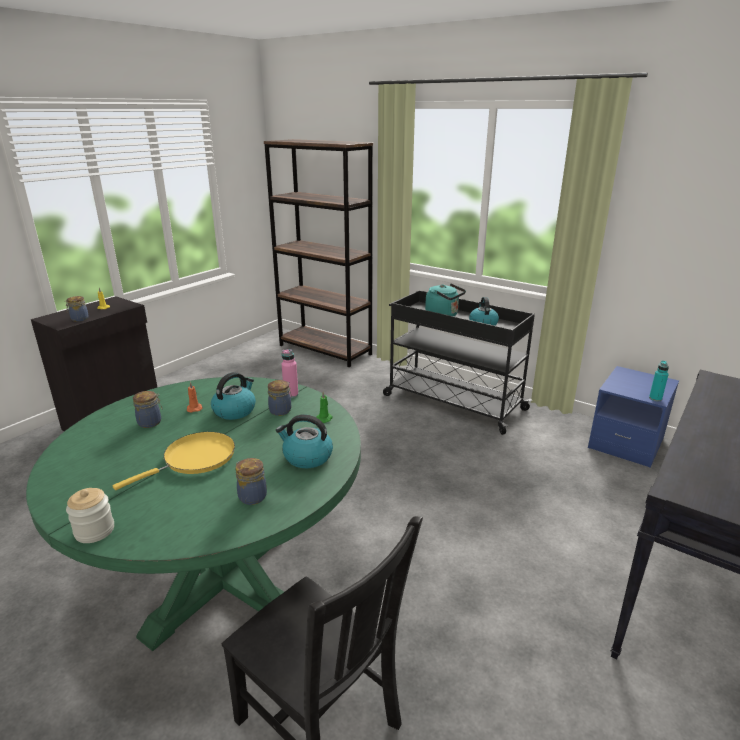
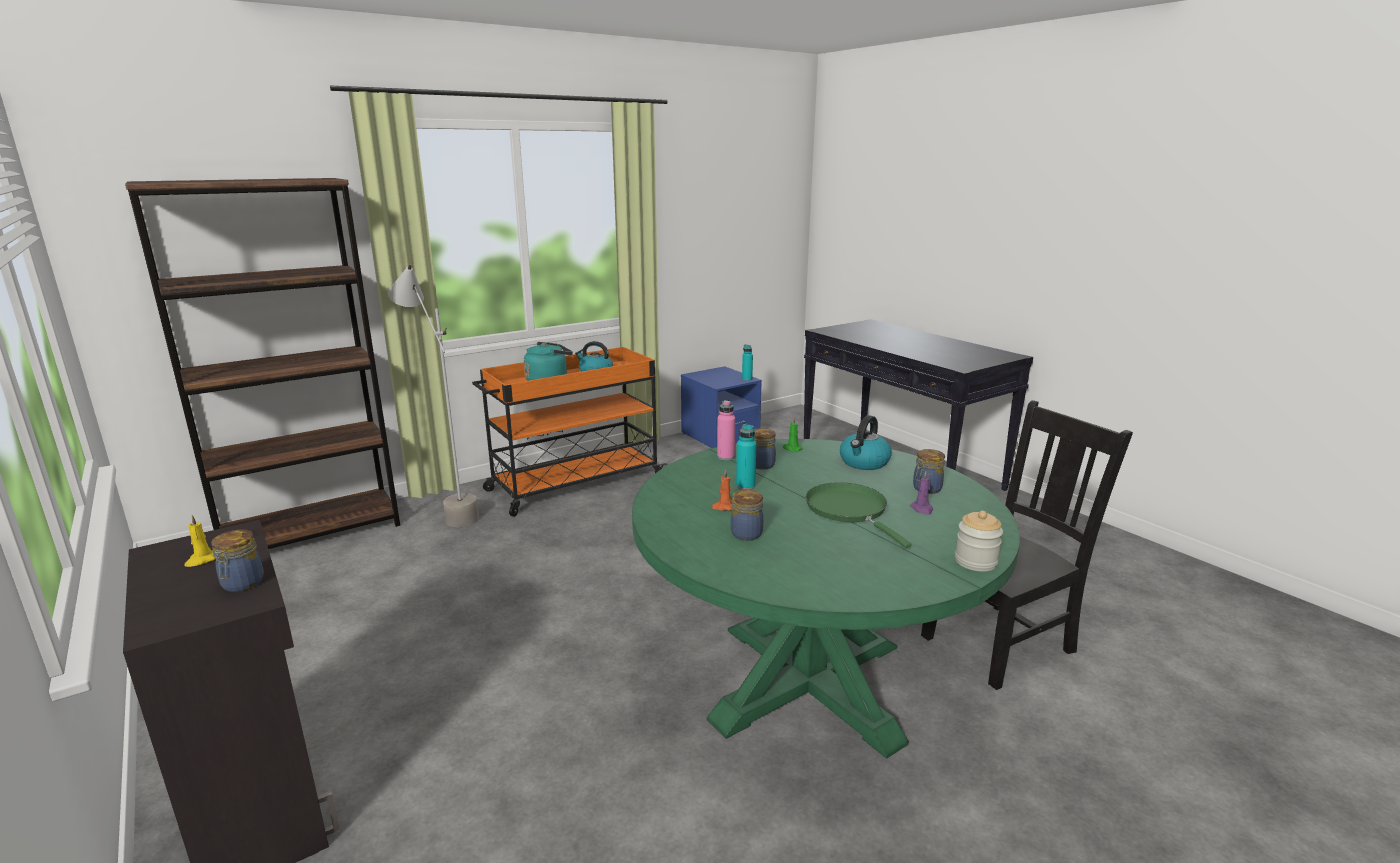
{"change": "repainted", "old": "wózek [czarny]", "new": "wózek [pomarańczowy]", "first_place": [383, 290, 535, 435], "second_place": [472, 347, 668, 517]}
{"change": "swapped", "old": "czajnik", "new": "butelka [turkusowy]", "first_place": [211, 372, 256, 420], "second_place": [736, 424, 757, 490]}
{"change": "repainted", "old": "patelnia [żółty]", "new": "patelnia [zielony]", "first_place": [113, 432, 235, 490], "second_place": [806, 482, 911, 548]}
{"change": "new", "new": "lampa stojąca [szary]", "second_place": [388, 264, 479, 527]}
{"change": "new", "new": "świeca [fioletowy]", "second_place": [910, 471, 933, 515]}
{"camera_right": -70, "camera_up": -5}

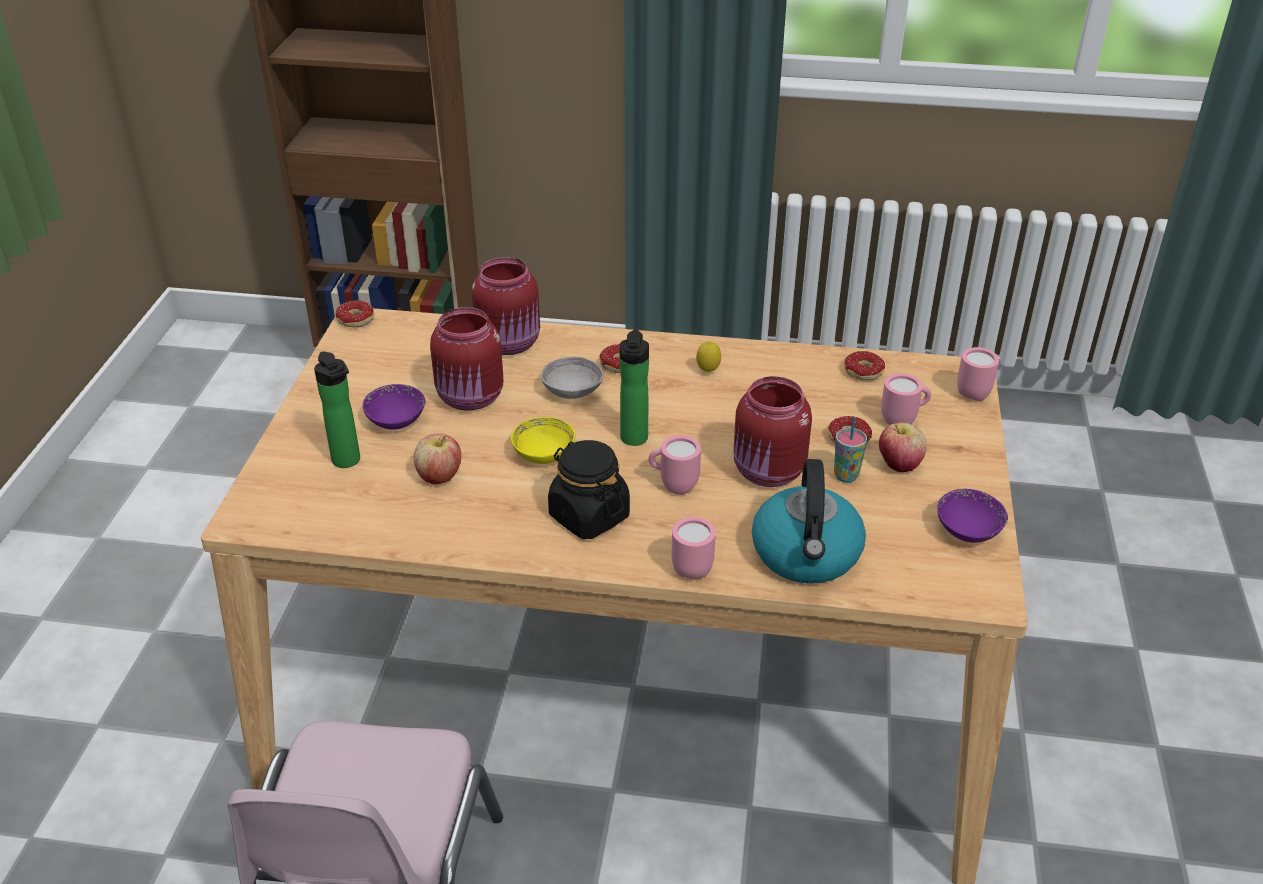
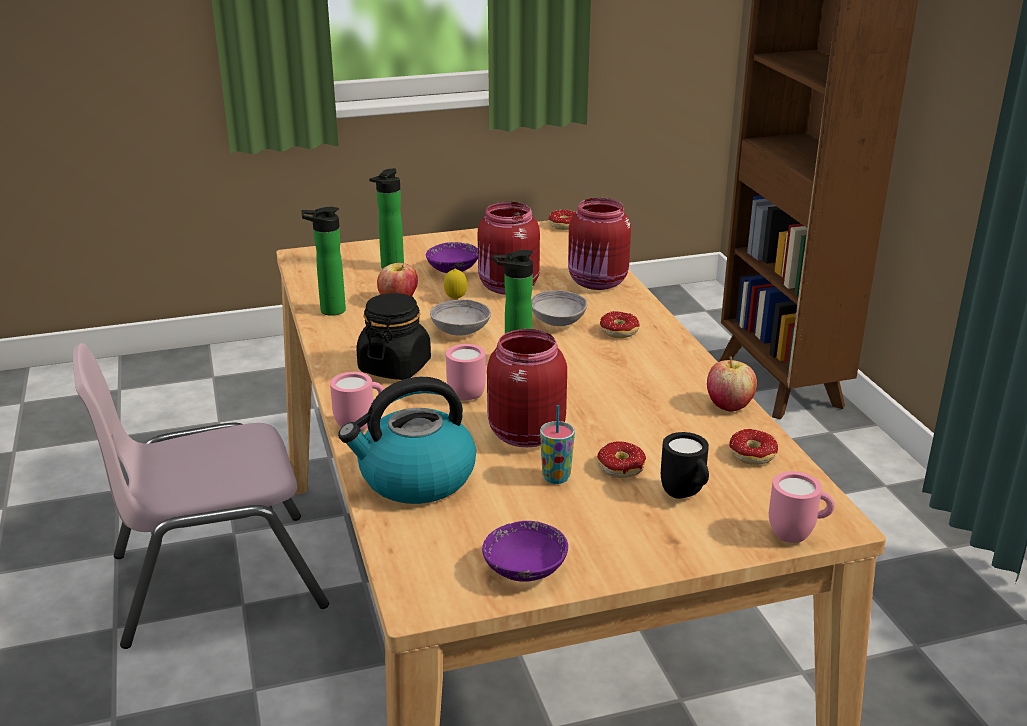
{"change": "shifted", "old": "cytryna", "first_place": [696, 341, 721, 372], "second_place": [444, 269, 467, 300]}
{"change": "repainted", "old": "kubek [różowy]", "new": "kubek [czarny]", "first_place": [881, 373, 931, 425], "second_place": [661, 432, 709, 499]}
{"change": "repainted", "old": "miska [żółty]", "new": "miska [szary]", "first_place": [511, 417, 576, 464], "second_place": [430, 299, 491, 336]}
{"change": "shifted", "old": "jabłko", "first_place": [879, 422, 927, 473], "second_place": [707, 357, 757, 412]}
{"change": "new", "new": "butelka", "second_place": [301, 207, 346, 316]}
{"camera_right": 65, "camera_up": -10}

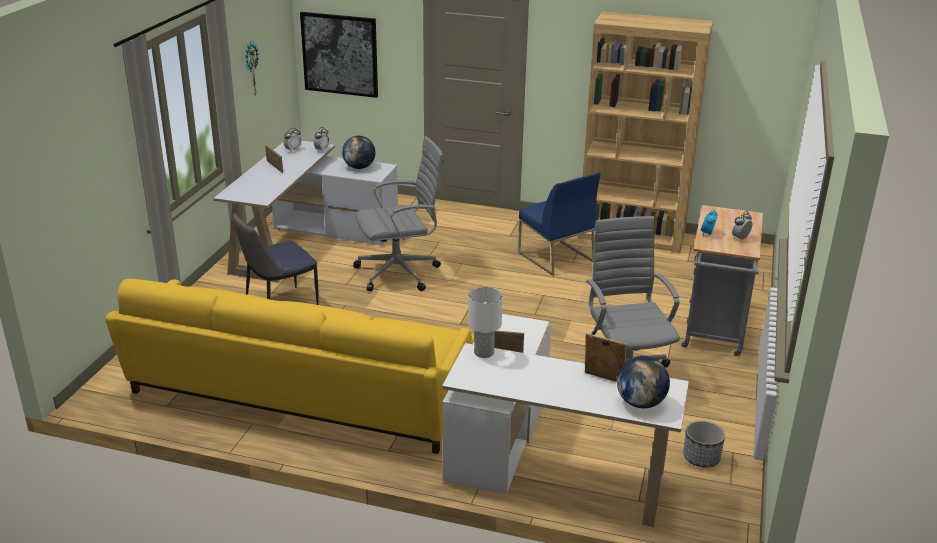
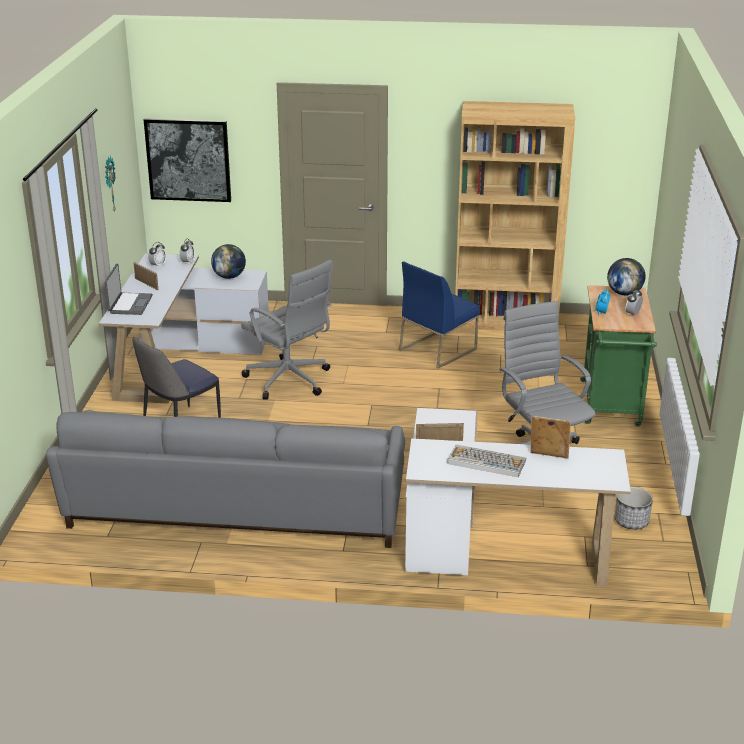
{"change": "rotated", "old": "krzesło biurowe [szary]", "first_place": [353, 136, 444, 291], "second_place": [241, 260, 333, 400], "degrees": 75}
{"change": "rotated", "old": "krzesło [niebieski]", "first_place": [518, 172, 601, 276], "second_place": [399, 261, 480, 369], "degrees": 90}
{"change": "repainted", "old": "wózek [szary]", "new": "wózek [zielony]", "first_place": [681, 205, 763, 356], "second_place": [580, 285, 657, 427]}
{"change": "repainted", "old": "kanapa [żółty]", "new": "kanapa [szary]", "first_place": [105, 279, 474, 454], "second_place": [46, 410, 405, 548]}
{"change": "gone", "old": "lampa stołowa [biały]", "first_place": [468, 287, 503, 358]}
{"change": "shifted", "old": "globus", "first_place": [617, 356, 670, 408], "second_place": [607, 258, 646, 295]}
{"change": "new", "new": "laptop", "second_place": [105, 263, 153, 315]}
{"change": "new", "new": "klawiatura", "second_place": [447, 444, 526, 477]}
{"camera_right": -10, "camera_up": 0}

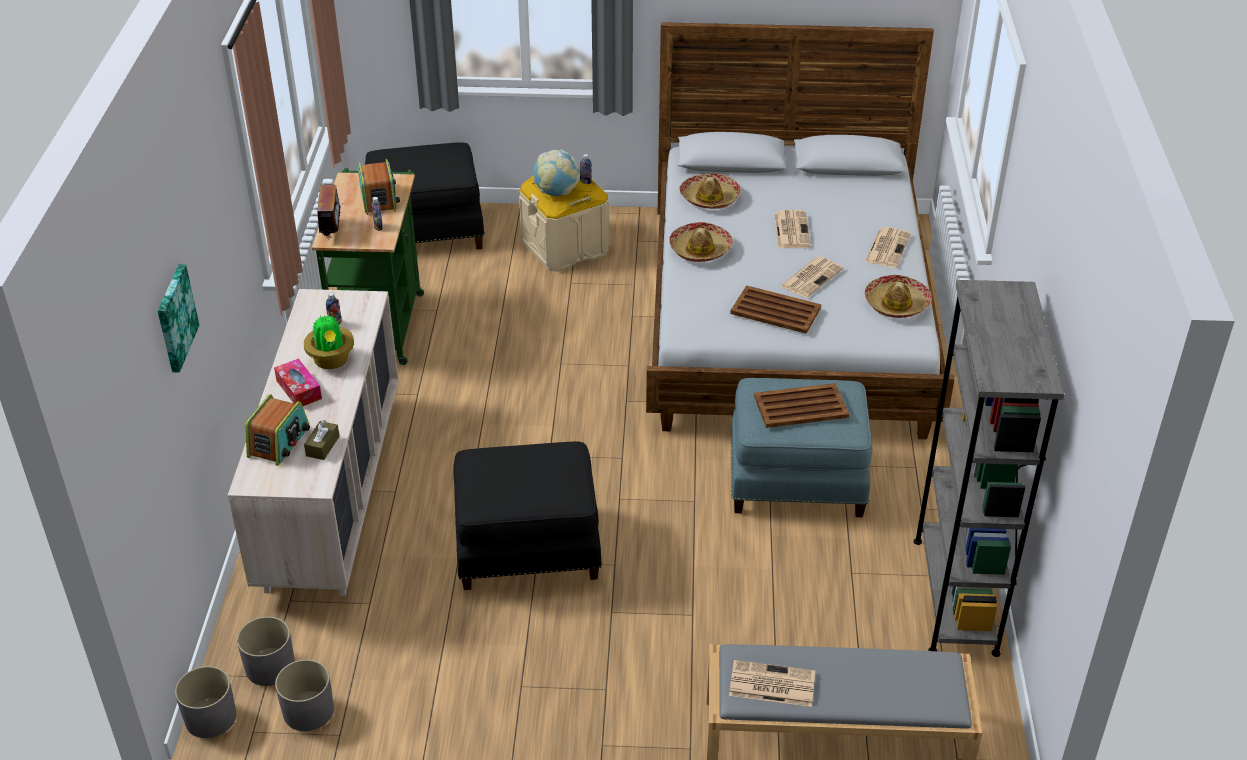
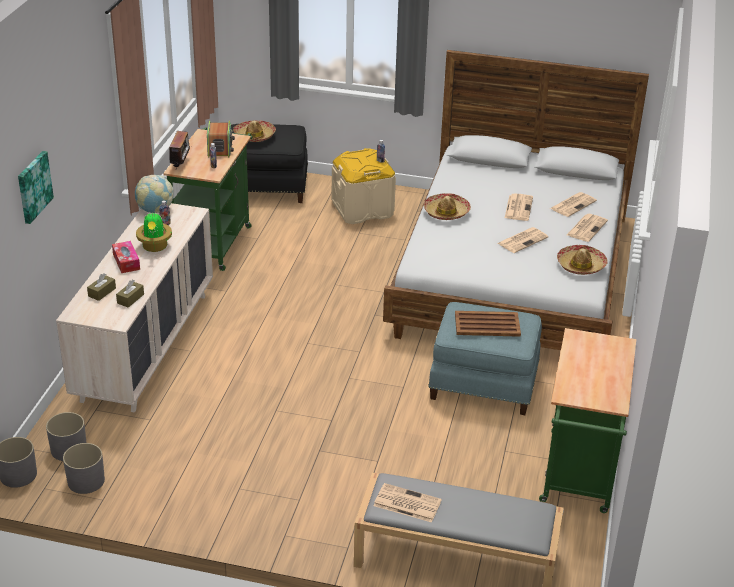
{"change": "shifted", "old": "globus", "first_place": [533, 150, 580, 196], "second_place": [135, 175, 174, 213]}
{"change": "shifted", "old": "kapelusz", "first_place": [679, 173, 741, 209], "second_place": [233, 120, 276, 142]}
{"change": "swapped", "old": "regał [szary]", "new": "wózek [zielony]", "first_place": [914, 280, 1064, 657], "second_place": [539, 328, 636, 513]}
{"change": "gone", "old": "taca [brązowy]", "first_place": [730, 285, 821, 334]}
{"change": "swapped", "old": "radio", "new": "pudełko chusteczek [brązowy]", "first_place": [245, 394, 310, 466], "second_place": [87, 273, 116, 301]}
{"change": "gone", "old": "pufa [czarny]", "first_place": [453, 442, 602, 590]}
{"change": "new", "new": "gazeta", "second_place": [550, 192, 597, 217]}
{"camera_right": 10, "camera_up": -5}

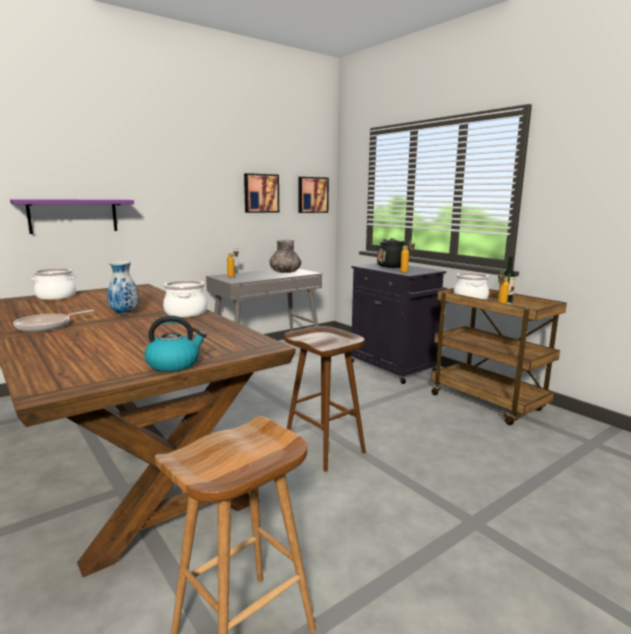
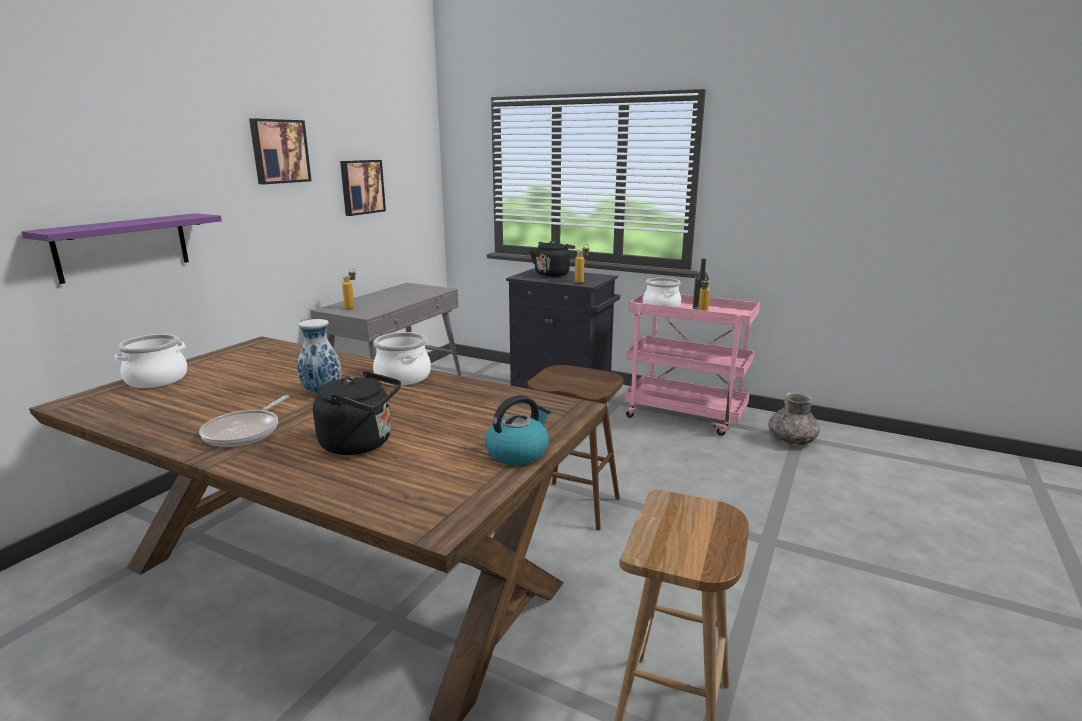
{"change": "shifted", "old": "obraz", "first_place": [298, 177, 329, 213], "second_place": [249, 118, 312, 184]}
{"change": "shifted", "old": "wazon [szary]", "first_place": [270, 240, 301, 273], "second_place": [768, 392, 820, 446]}
{"change": "repainted", "old": "wózek [brązowy]", "new": "wózek [różowy]", "first_place": [431, 288, 567, 425], "second_place": [625, 293, 760, 436]}
{"change": "new", "new": "czajnik [czarny]", "second_place": [313, 371, 401, 455]}
{"camera_right": -25, "camera_up": 5}

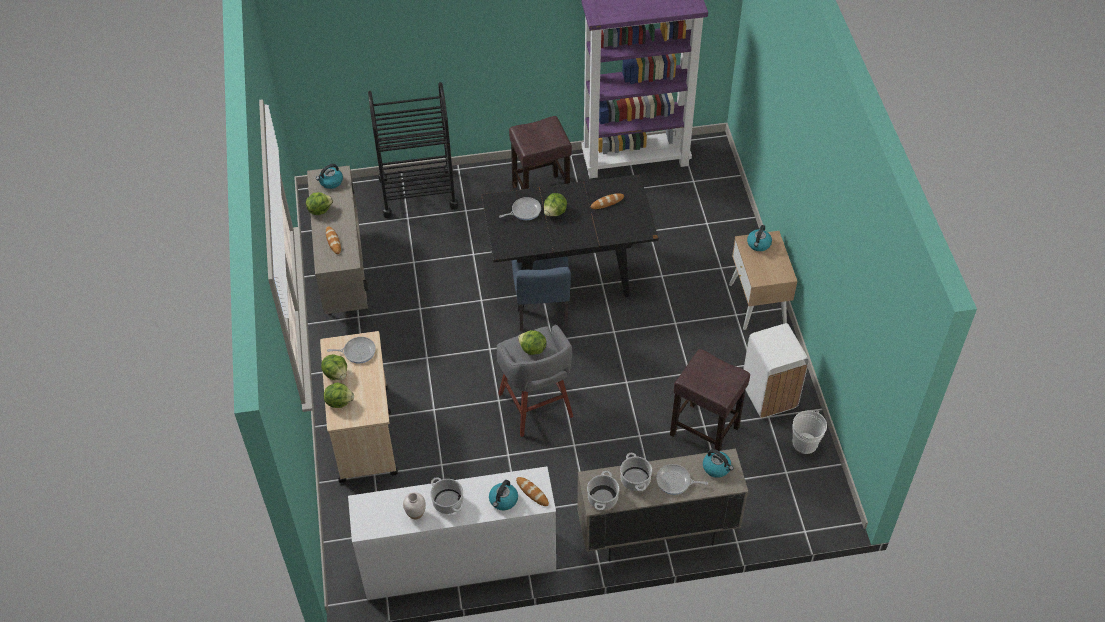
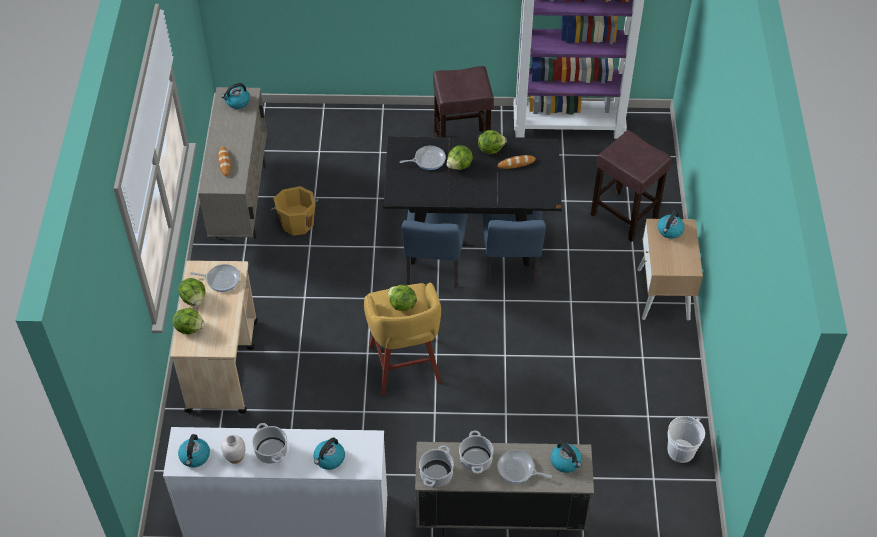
{"change": "gone", "old": "wózek [czarny]", "first_place": [368, 82, 459, 218]}
{"change": "shifted", "old": "sałata", "first_place": [306, 192, 333, 215], "second_place": [478, 130, 507, 154]}
{"change": "gone", "old": "kosz na śmieci [biały]", "first_place": [743, 323, 809, 418]}
{"change": "repainted", "old": "stołek [szary]", "new": "stołek [żółty]", "first_place": [497, 325, 574, 437], "second_place": [364, 283, 441, 395]}
{"change": "shifted", "old": "stołek [brązowy]", "first_place": [670, 349, 750, 451], "second_place": [590, 130, 671, 242]}
{"change": "gone", "old": "chleb", "first_place": [516, 477, 549, 506]}
{"change": "new", "new": "wiadro [pomarańczowy]", "second_place": [271, 186, 319, 236]}
{"change": "new", "new": "krzesło [niebieski]", "second_place": [483, 211, 546, 285]}
{"change": "new", "new": "czajnik", "second_place": [178, 434, 210, 467]}
{"camera_right": 10, "camera_up": 0}

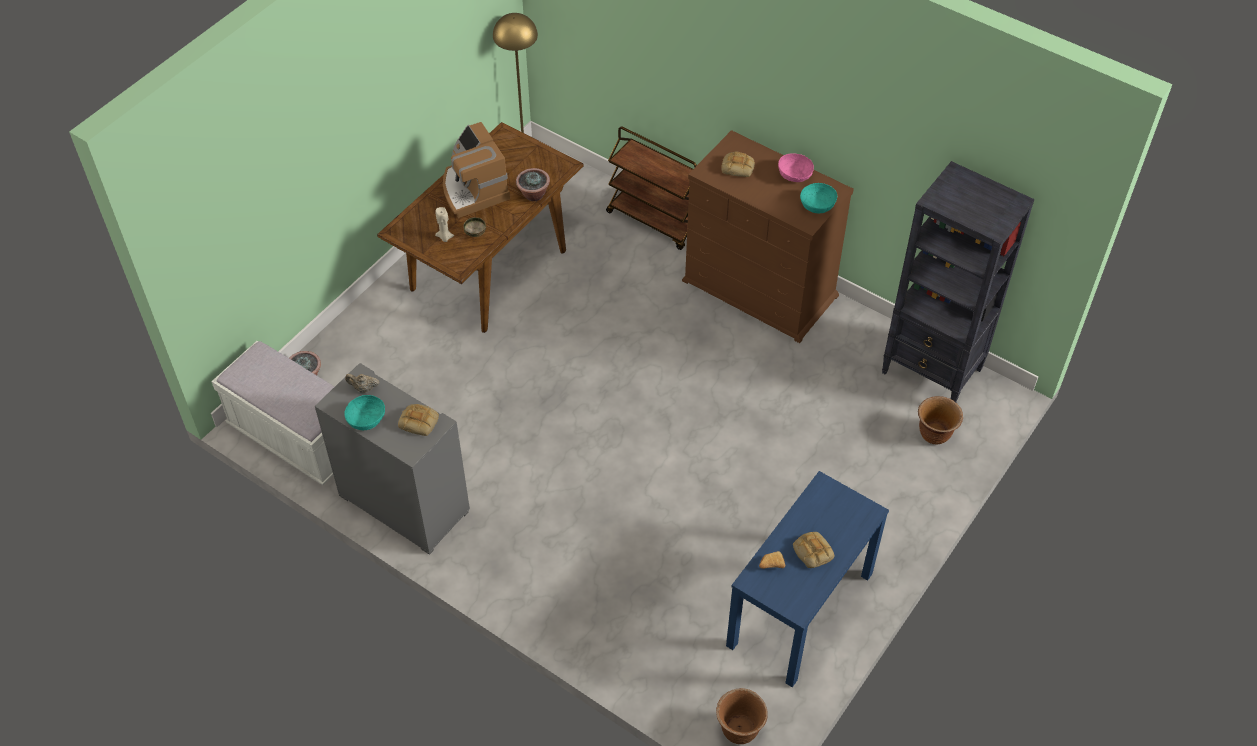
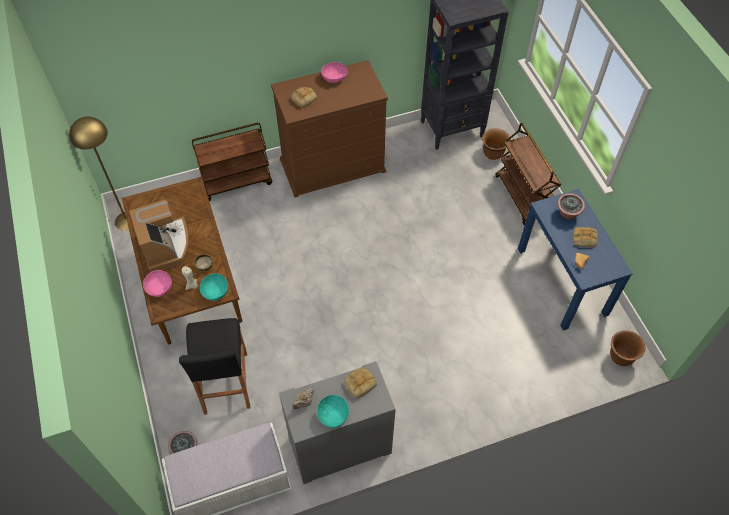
{"change": "rotated", "old": "ekspres do kawy", "first_place": [443, 122, 510, 218], "second_place": [129, 200, 189, 272], "degrees": -120}
{"change": "shifted", "old": "roślina doniczkowa", "first_place": [516, 168, 550, 201], "second_place": [558, 193, 585, 219]}
{"change": "shifted", "old": "miska [turkusowy]", "first_place": [800, 183, 837, 213], "second_place": [200, 274, 228, 301]}
{"change": "new", "new": "wózek [brązowy]", "second_place": [495, 123, 561, 225]}
{"change": "new", "new": "miska [różowy]", "second_place": [143, 270, 172, 297]}
{"change": "new", "new": "stołek [czarny]", "second_place": [179, 318, 250, 415]}
{"camera_right": -55, "camera_up": 5}

